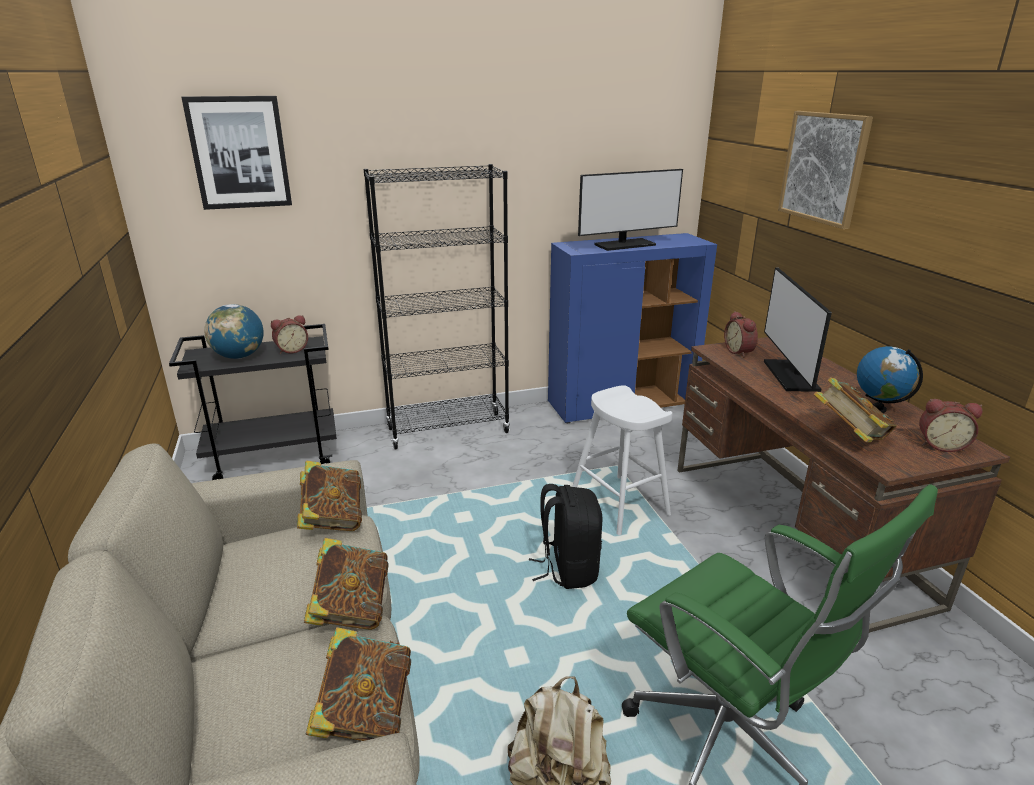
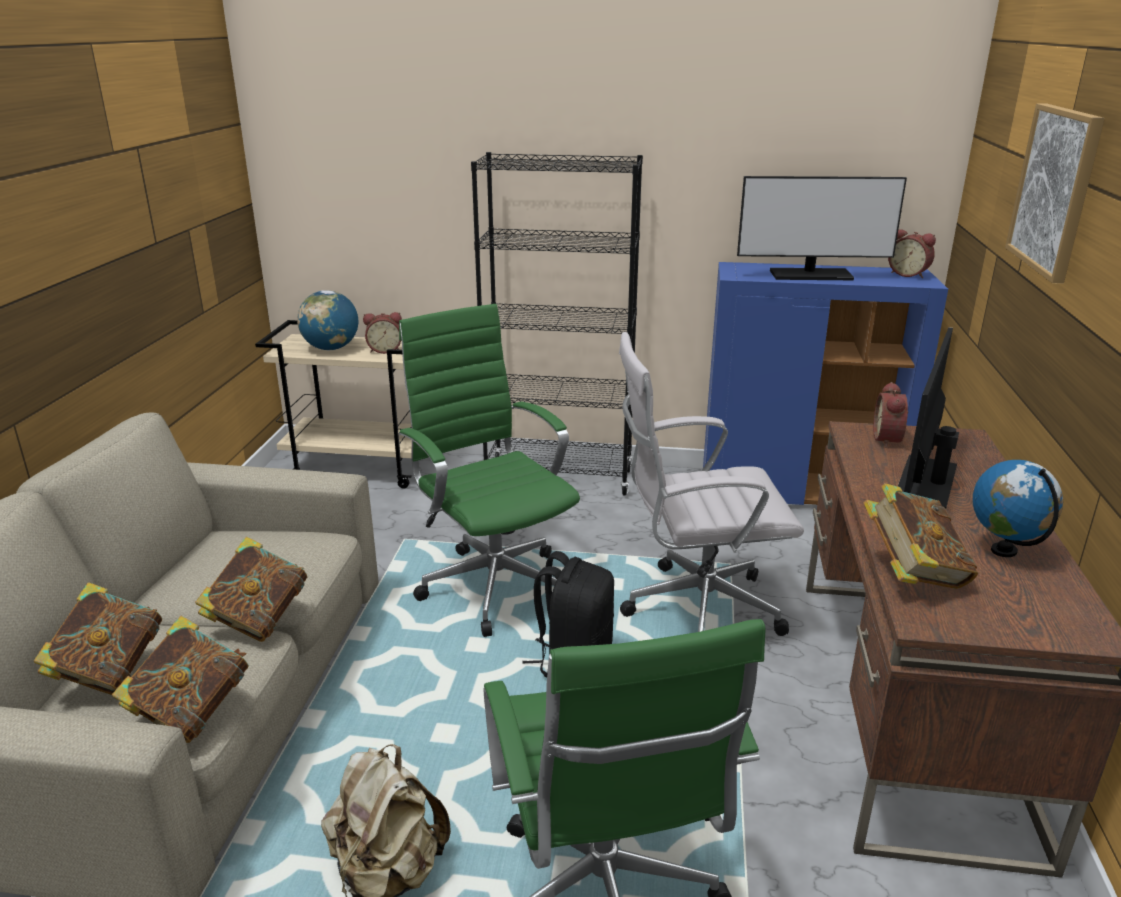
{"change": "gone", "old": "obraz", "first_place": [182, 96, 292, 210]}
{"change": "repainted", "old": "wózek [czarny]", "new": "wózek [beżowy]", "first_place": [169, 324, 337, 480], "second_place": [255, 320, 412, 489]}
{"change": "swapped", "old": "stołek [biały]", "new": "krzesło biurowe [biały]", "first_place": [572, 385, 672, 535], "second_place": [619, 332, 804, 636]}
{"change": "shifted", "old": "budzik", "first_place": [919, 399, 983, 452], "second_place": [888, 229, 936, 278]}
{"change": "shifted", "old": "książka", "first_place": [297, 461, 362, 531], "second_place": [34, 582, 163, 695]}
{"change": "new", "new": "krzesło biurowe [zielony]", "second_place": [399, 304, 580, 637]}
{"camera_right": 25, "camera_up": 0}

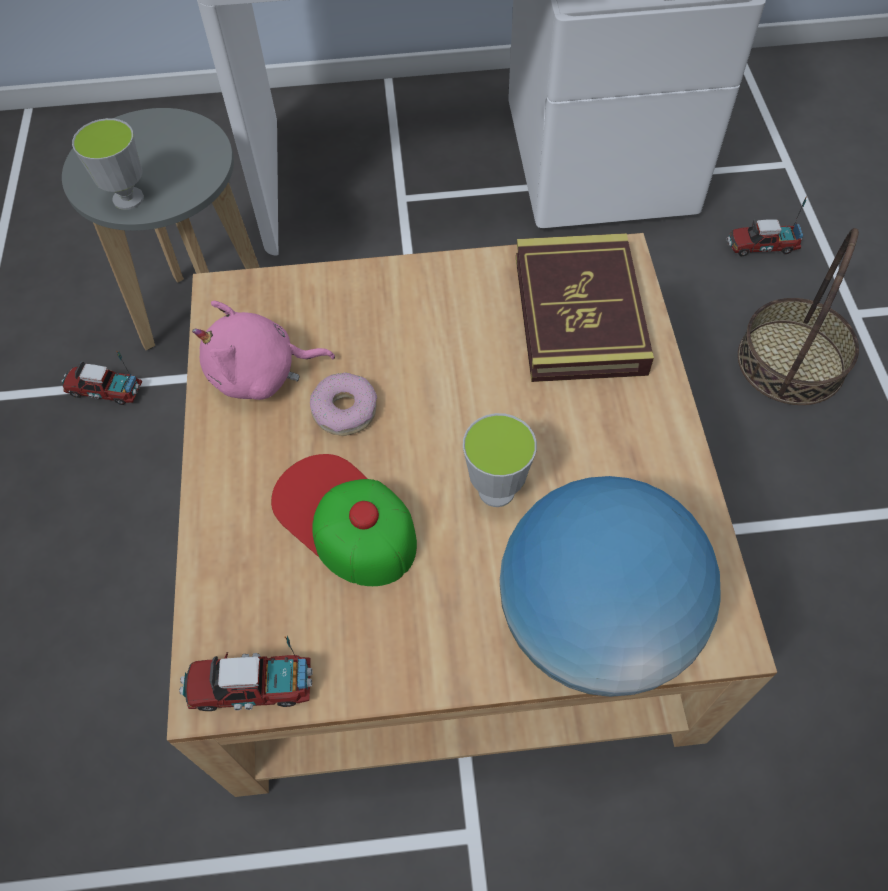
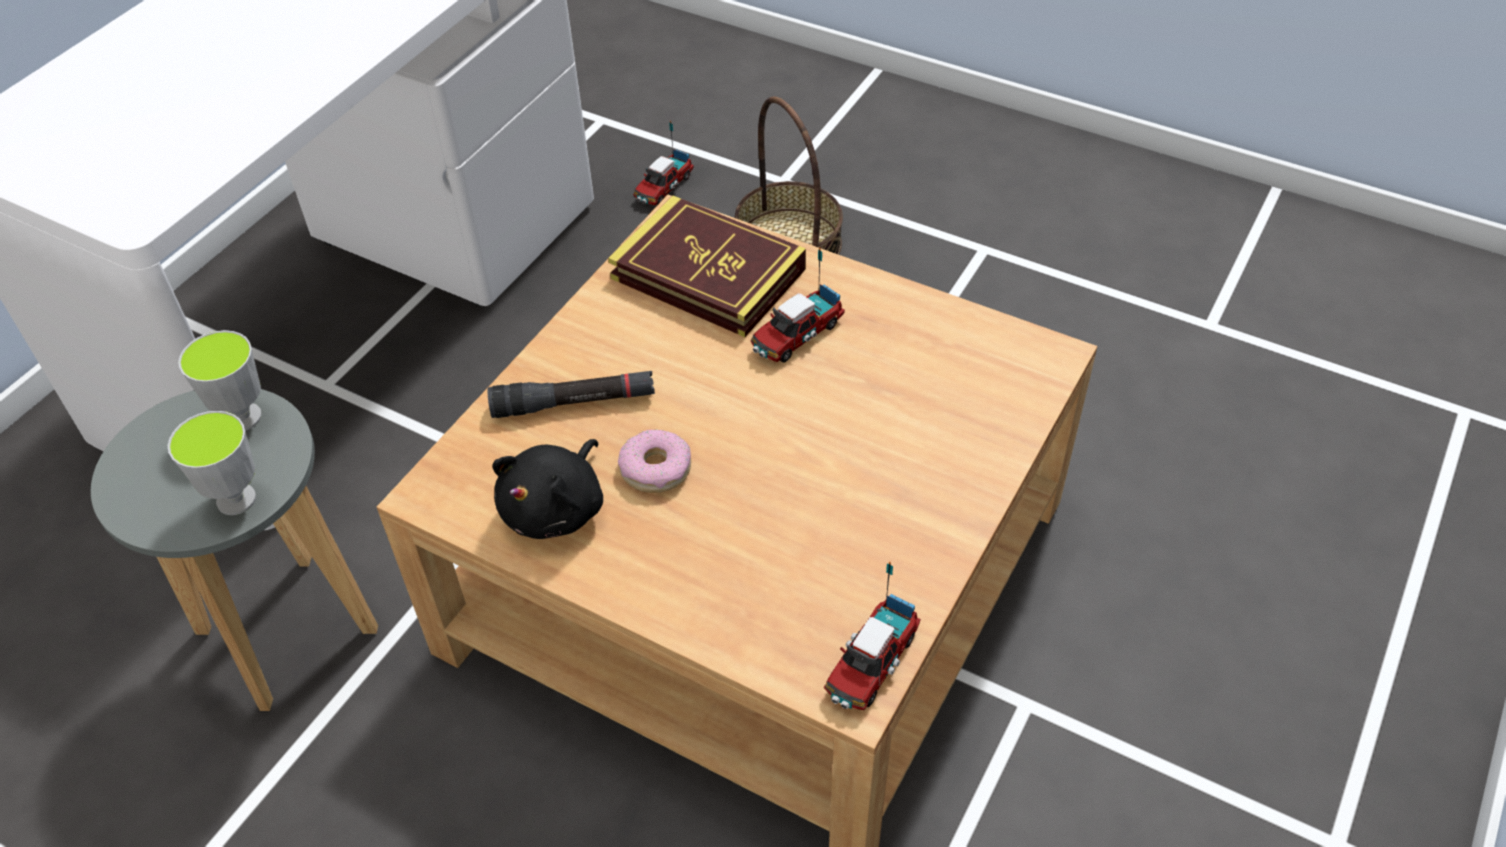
{"change": "repainted", "old": "pluszak [różowy]", "new": "pluszak [czarny]", "first_place": [192, 301, 335, 400], "second_place": [492, 439, 603, 539]}
{"change": "shifted", "old": "ciężarówka zabawkowa", "first_place": [61, 350, 142, 405], "second_place": [750, 247, 845, 363]}
{"change": "shifted", "old": "filiżanka", "first_place": [463, 413, 537, 507], "second_place": [178, 330, 262, 431]}
{"change": "gone", "old": "czapka z daszkiem", "first_place": [271, 454, 417, 586]}
{"change": "gone", "old": "globus", "first_place": [500, 476, 721, 697]}
{"change": "new", "new": "latarka [czarny]", "second_place": [487, 371, 655, 418]}
{"camera_right": -55, "camera_up": -10}

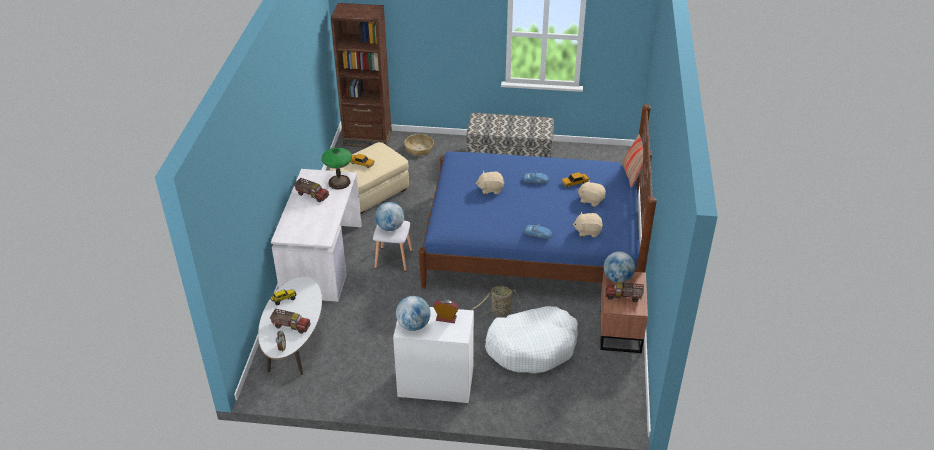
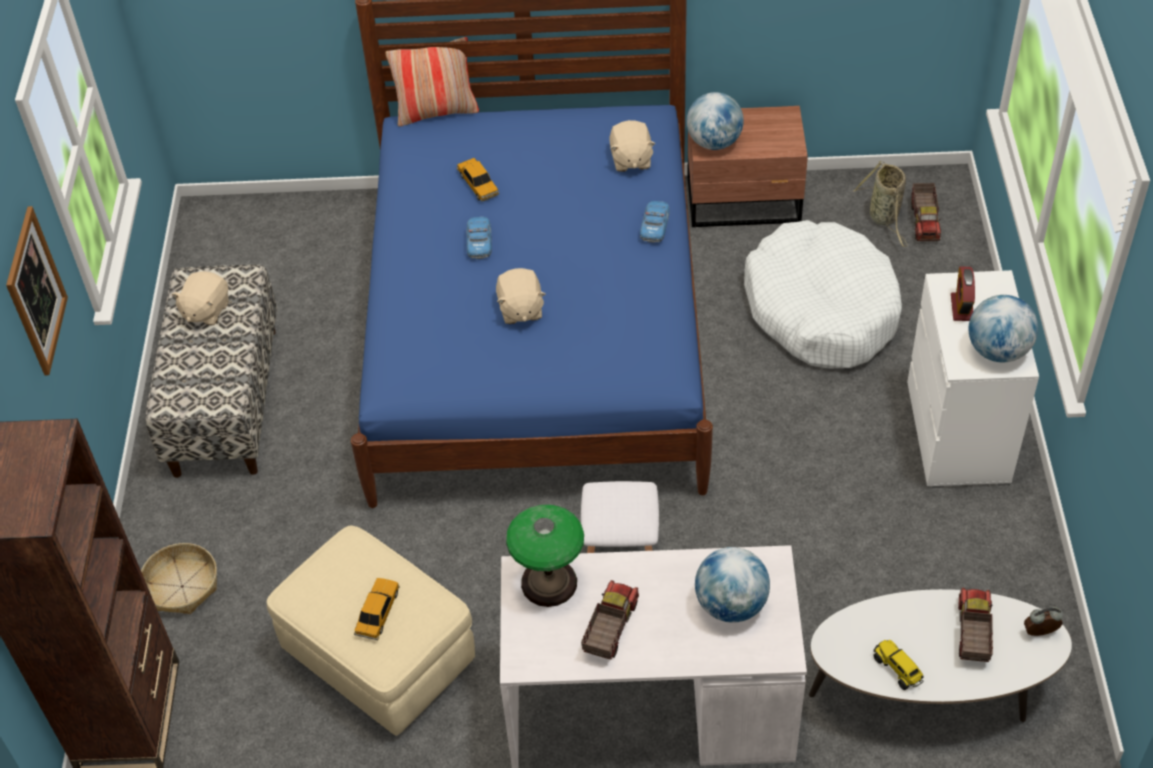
{"change": "shifted", "old": "pluszak [beżowy]", "first_place": [577, 180, 606, 207], "second_place": [172, 271, 229, 326]}
{"change": "shifted", "old": "globus", "first_place": [375, 202, 404, 231], "second_place": [695, 547, 770, 623]}
{"change": "shifted", "old": "ciężarówka zabawkowa", "first_place": [605, 282, 644, 302], "second_place": [911, 183, 941, 241]}
{"change": "shifted", "old": "koszyk", "first_place": [471, 286, 522, 316], "second_place": [853, 161, 908, 247]}
{"change": "new", "new": "obraz", "second_place": [6, 206, 68, 375]}
{"camera_right": -95, "camera_up": 10}

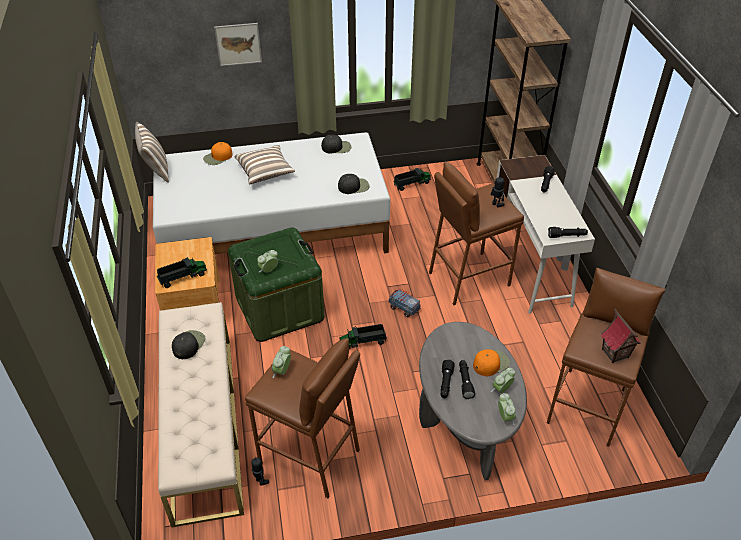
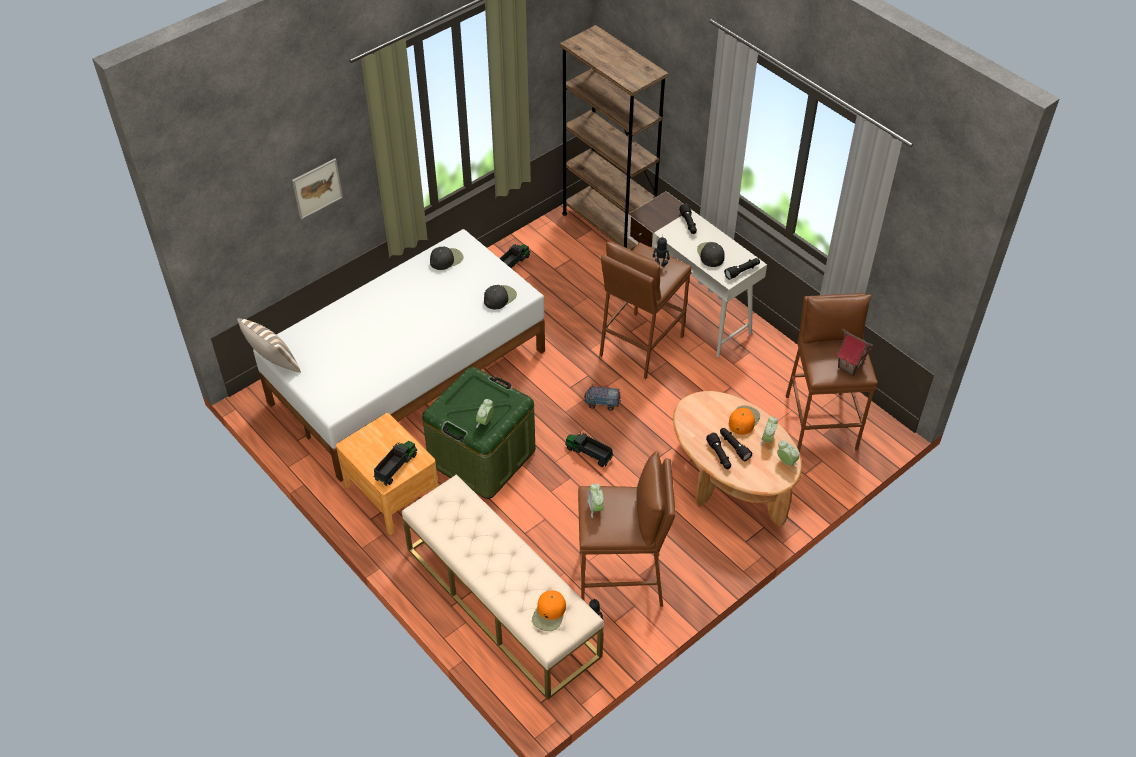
{"change": "shifted", "old": "czapka z daszkiem [pomarańczowy]", "first_place": [203, 142, 233, 165], "second_place": [532, 590, 566, 631]}
{"change": "gone", "old": "poduszka", "first_place": [234, 145, 295, 184]}
{"change": "repainted", "old": "ława [szary]", "new": "ława [brązowy]", "first_place": [419, 322, 527, 480], "second_place": [673, 391, 802, 526]}
{"change": "rotated", "old": "ciężarówka zabawkowa", "first_place": [340, 324, 387, 349], "second_place": [565, 432, 613, 467], "degrees": 75}
{"change": "shifted", "old": "czapka z daszkiem [czarny]", "first_place": [172, 330, 205, 359], "second_place": [697, 242, 725, 267]}
{"camera_right": -30, "camera_up": 5}

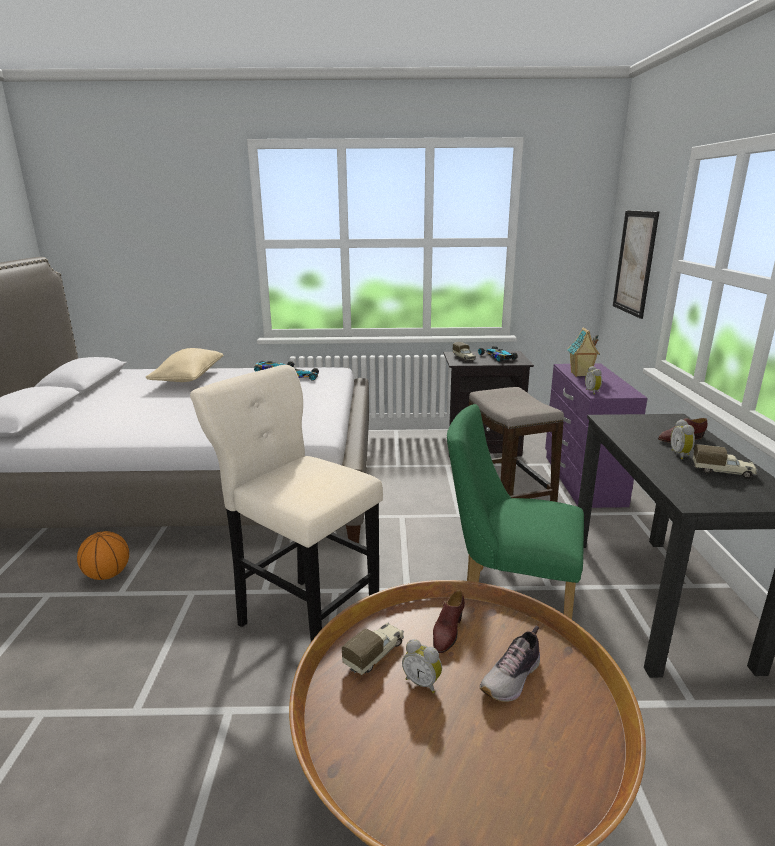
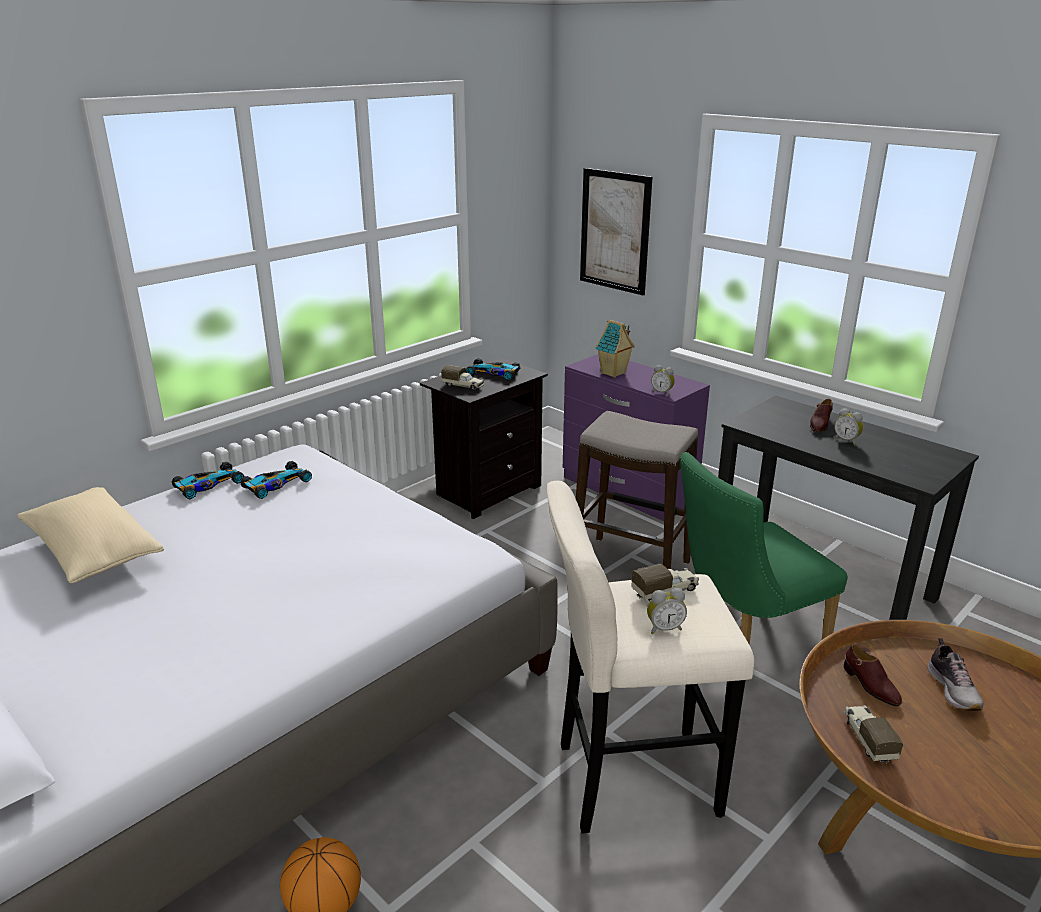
{"change": "shifted", "old": "ciężarówka zabawkowa", "first_place": [693, 444, 758, 479], "second_place": [631, 564, 699, 601]}
{"change": "shifted", "old": "budzik", "first_place": [402, 639, 442, 693], "second_place": [647, 588, 687, 634]}
{"camera_right": -45, "camera_up": 5}

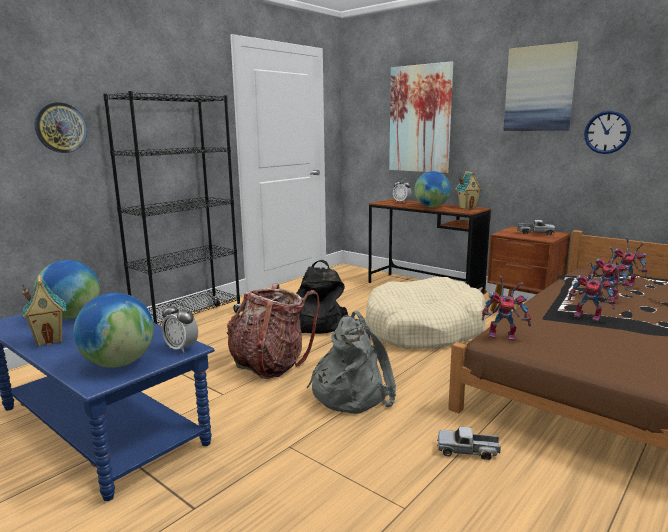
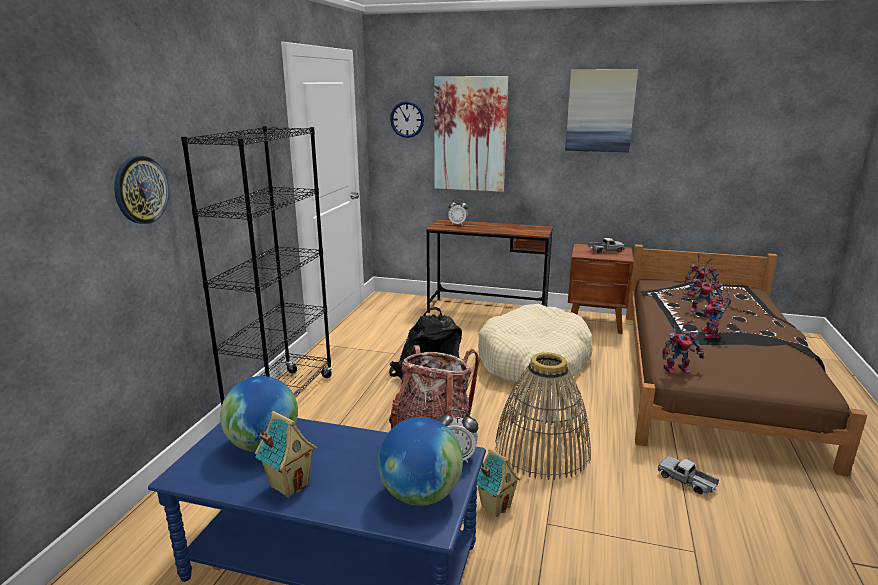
{"change": "shifted", "old": "zegar ścienny", "first_place": [584, 110, 631, 154], "second_place": [390, 101, 424, 138]}
{"change": "gone", "old": "globus", "first_place": [414, 171, 451, 207]}
{"change": "shifted", "old": "domek", "first_place": [456, 171, 482, 209], "second_place": [477, 449, 521, 517]}
{"change": "rotated", "old": "robot zabawkowy", "first_place": [568, 261, 616, 321], "second_place": [701, 289, 731, 338], "degrees": 90}
{"change": "swapped", "old": "plecak [szary]", "new": "koszyk", "first_place": [307, 311, 396, 414], "second_place": [495, 352, 591, 480]}
{"change": "rotated", "old": "ciężarówka zabawkowa", "first_place": [437, 427, 501, 460], "second_place": [658, 456, 719, 494], "degrees": 60}
{"camera_right": -25, "camera_up": 5}

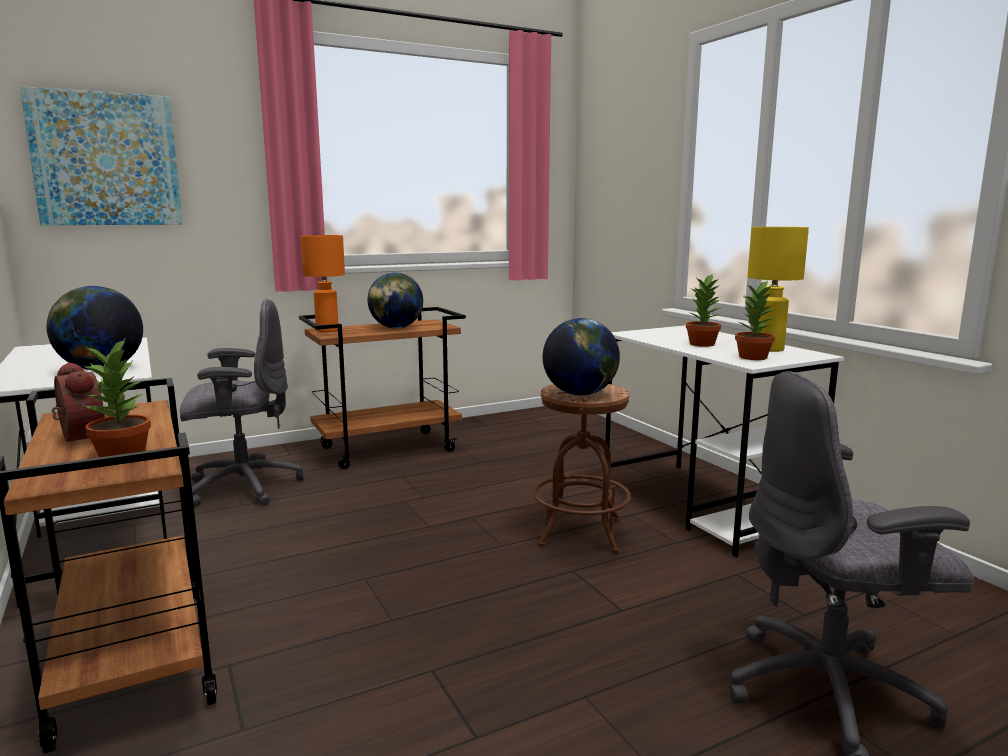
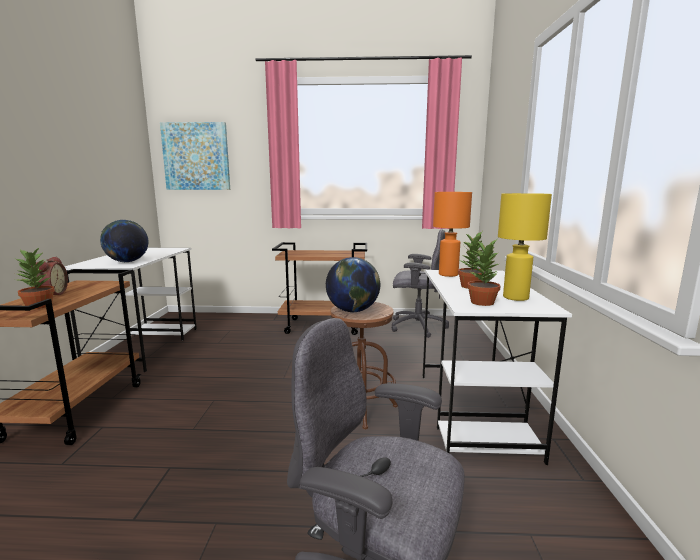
{"change": "shifted", "old": "lampa stołowa [pomarańczowy]", "first_place": [300, 235, 345, 332], "second_place": [433, 192, 472, 277]}
{"change": "gone", "old": "globus", "first_place": [368, 272, 423, 329]}
{"change": "shifted", "old": "krzesło biurowe [szary]", "first_place": [180, 299, 304, 506], "second_place": [392, 229, 449, 338]}
{"camera_right": 30, "camera_up": 0}

